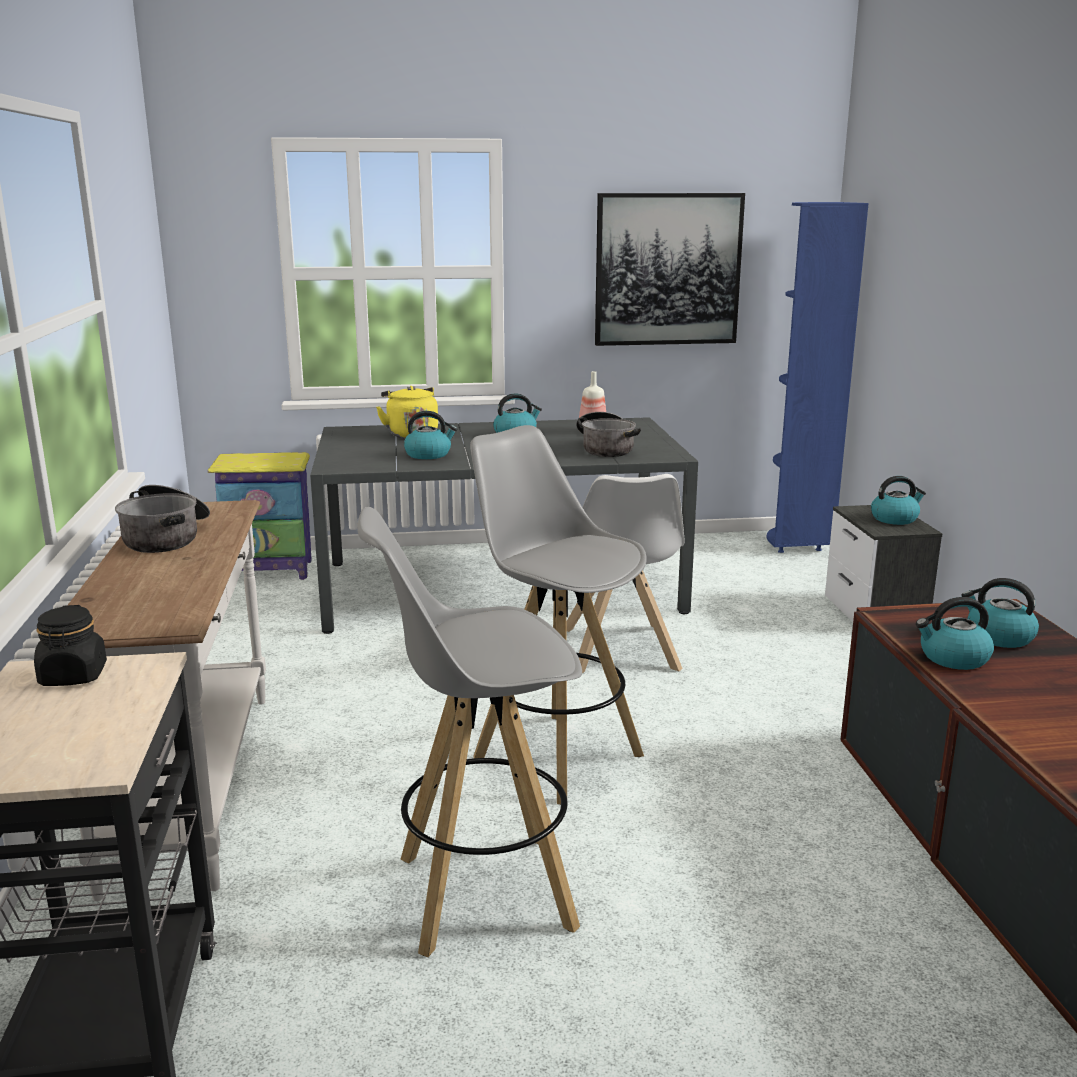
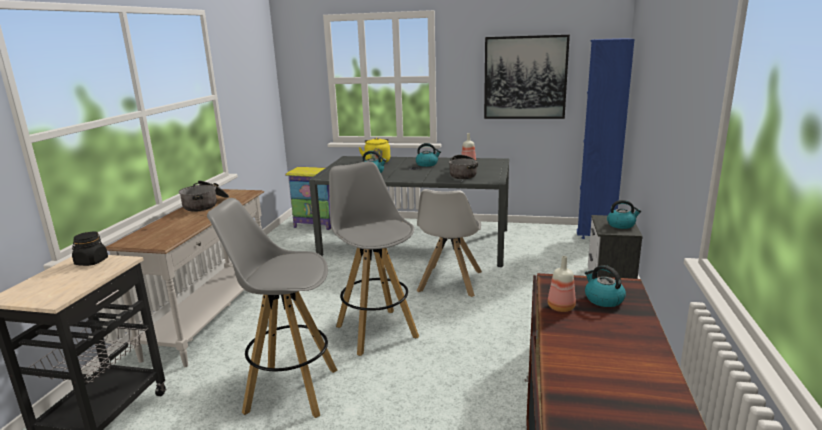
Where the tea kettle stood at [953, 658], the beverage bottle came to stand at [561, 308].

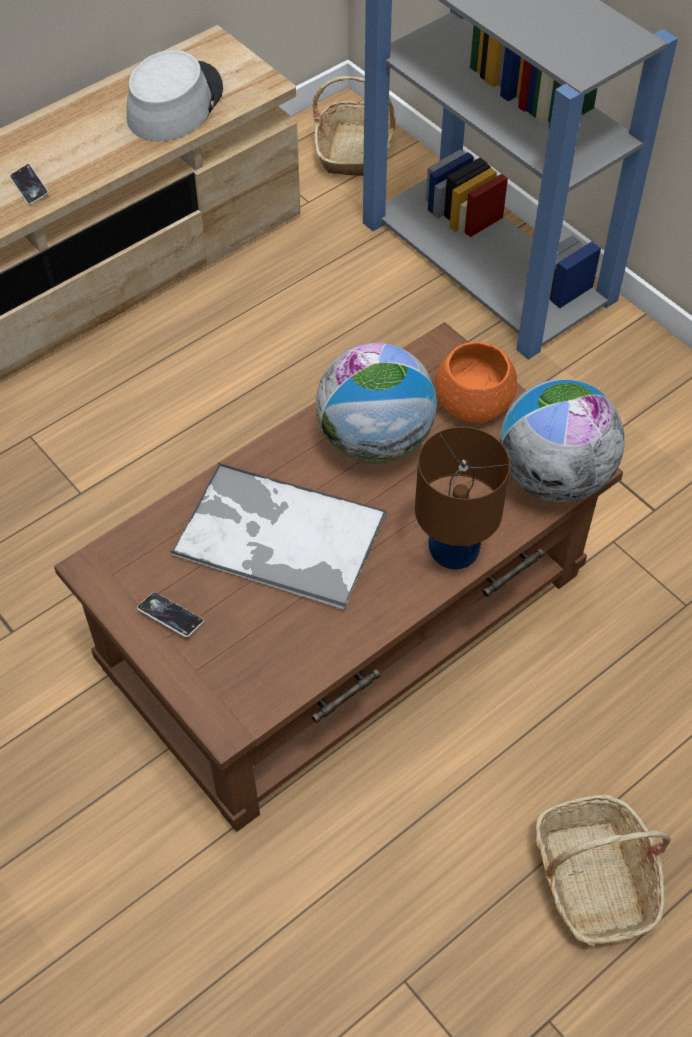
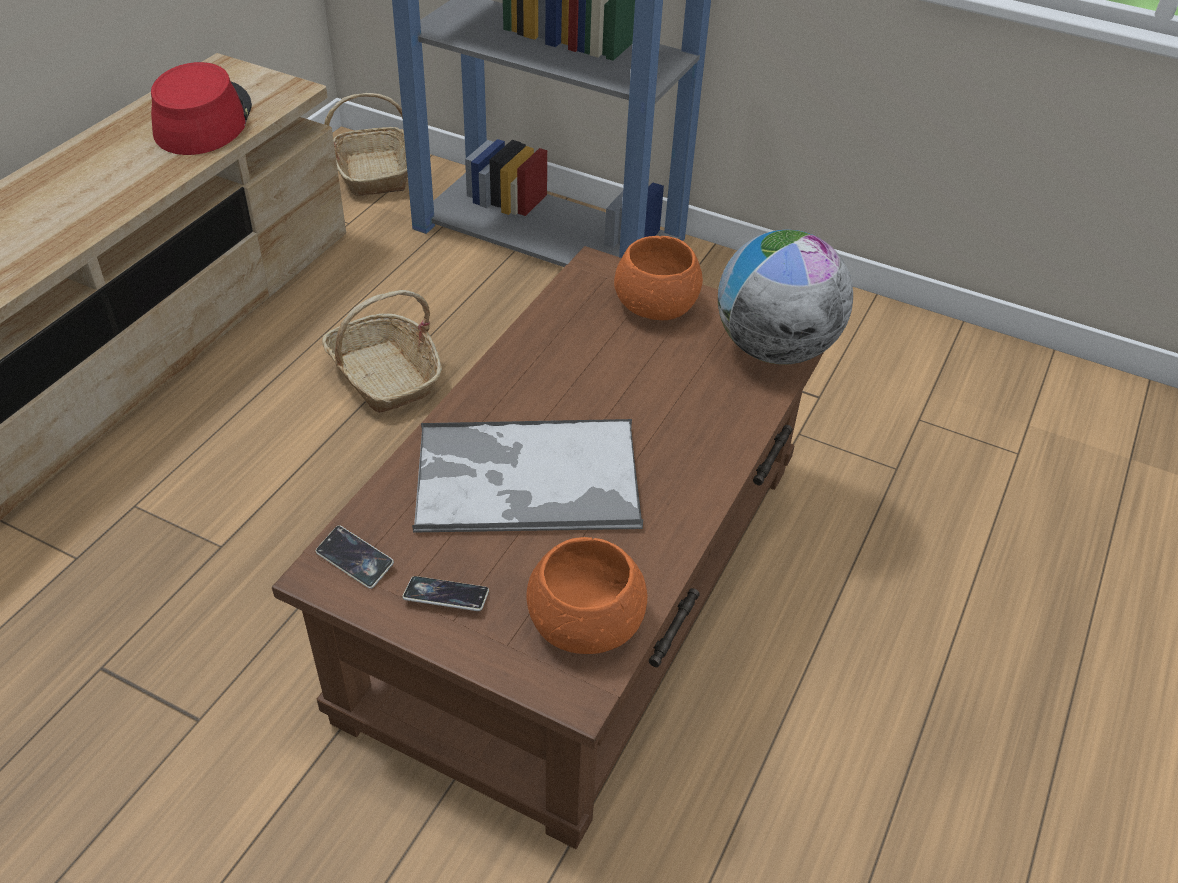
The phone ended up elsewhere, having gone from [29, 187] to [355, 560]. What was the clothing hat/grey at [174, 103] turned into the clothing hat/red at [203, 120]. The second view lost the desk globe at [375, 441]. The second view lost the table lamp/brown-coloured at [454, 552]. The household basket ended up elsewhere, having gone from [594, 879] to [385, 376]. The second view gained the bowl/orange-coloured at [586, 622].

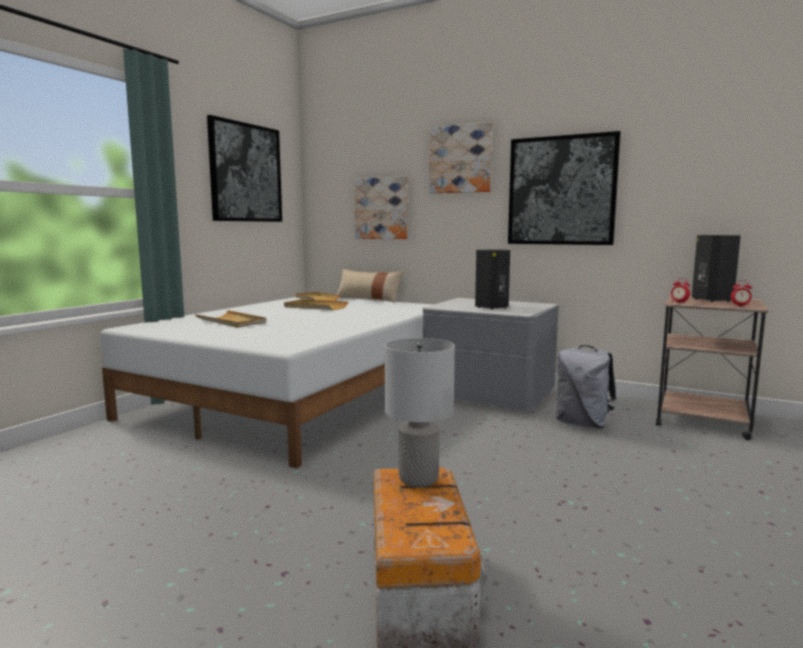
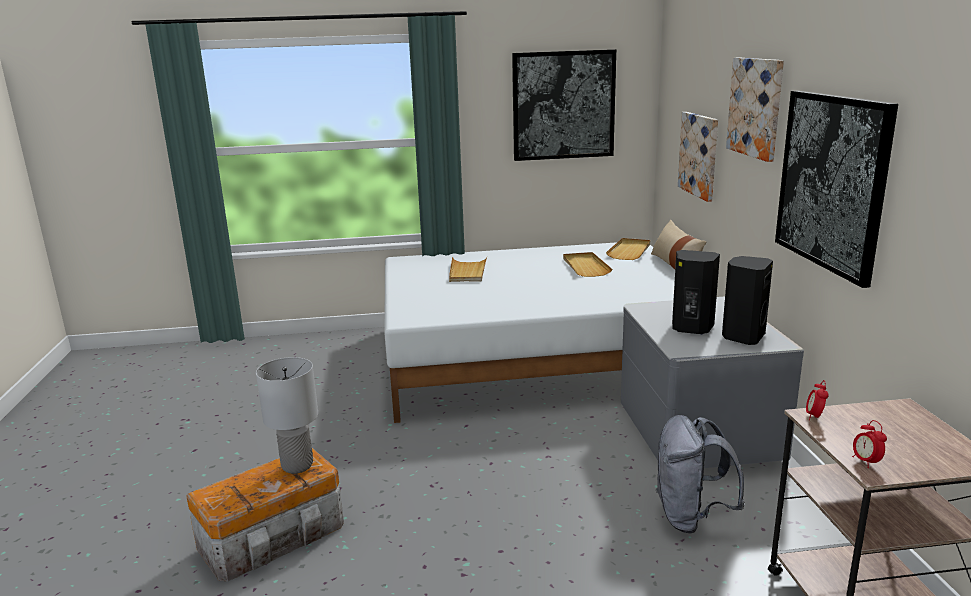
The audio speaker/blackish ended up elsewhere, having gone from [710, 300] to [742, 337].

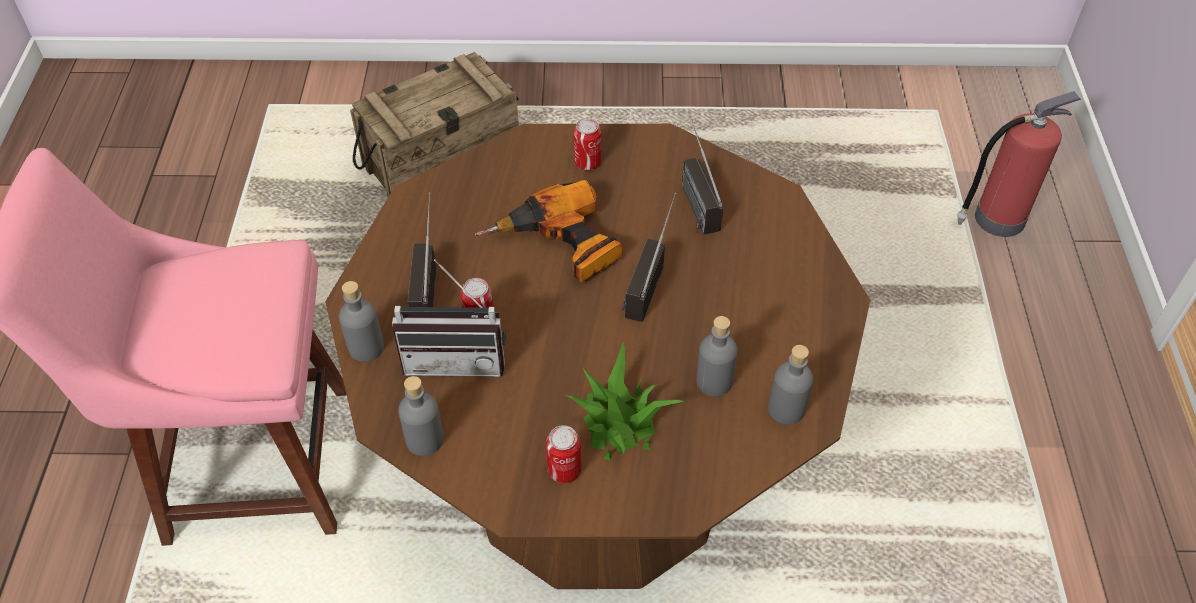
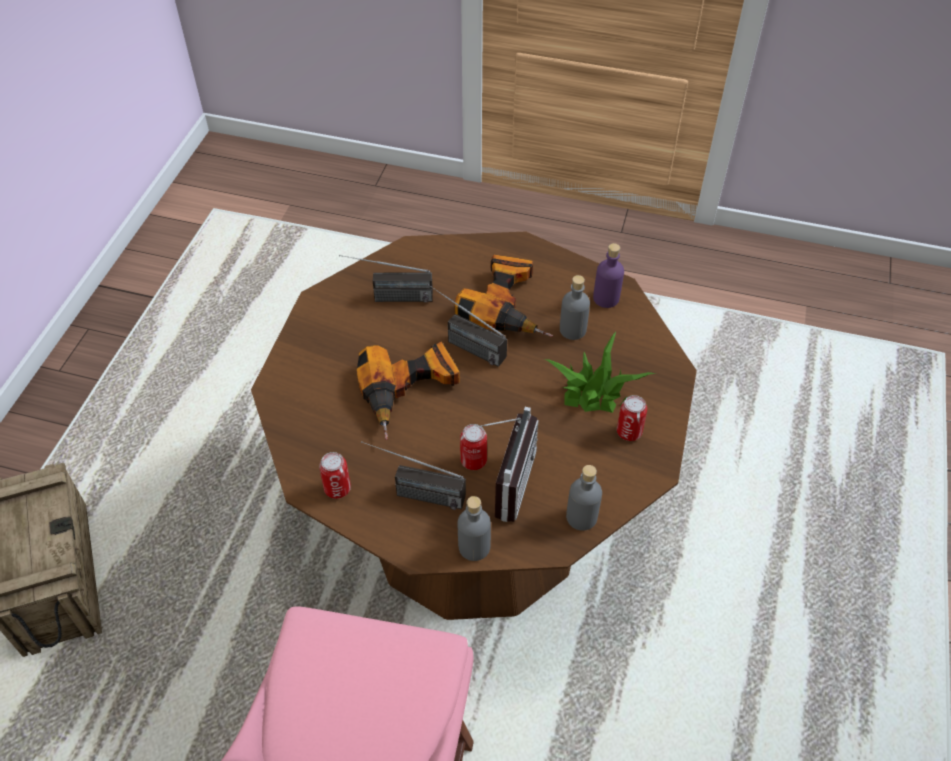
The metal can ended up elsewhere, having gone from [587, 162] to [337, 488]. What was the beverage bottle/grey at [786, 409] turned into the beverage bottle/purple at [606, 298]. The second view lost the extinguisher at [996, 219]. The second view gained the power drill at [509, 305].

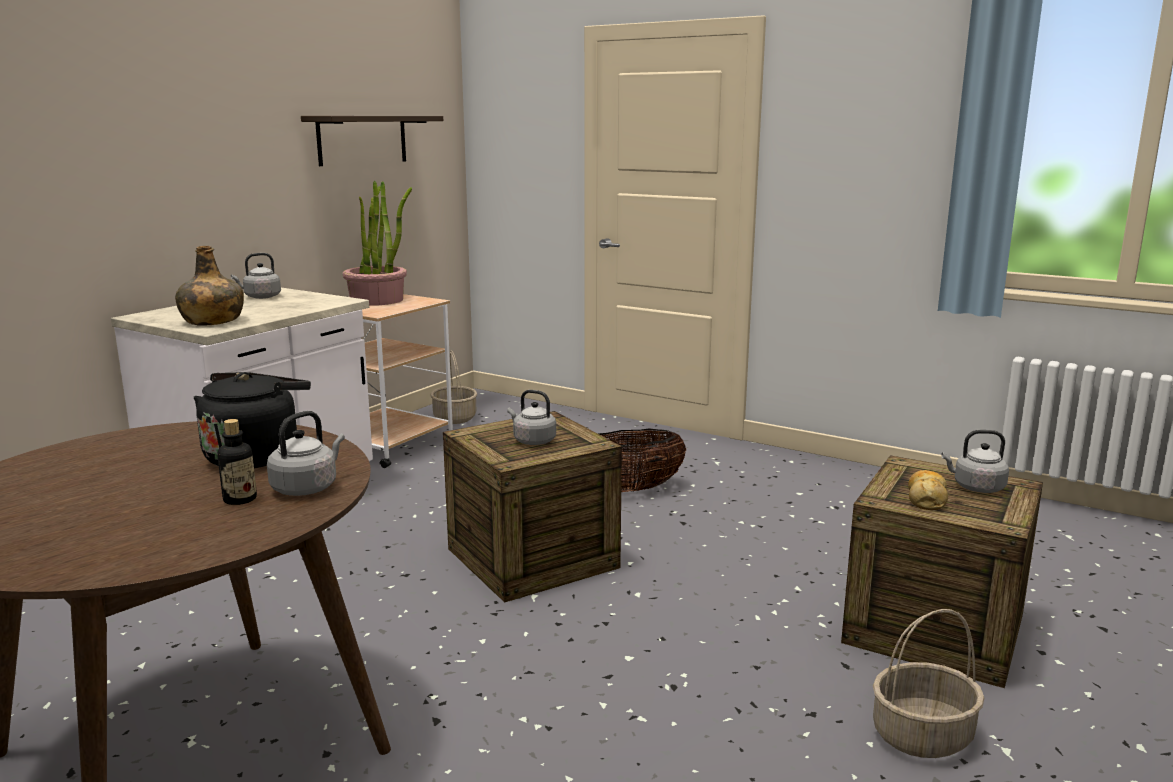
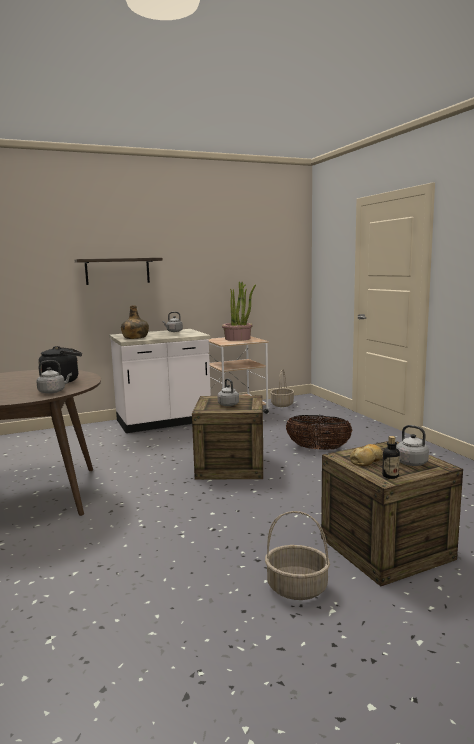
The beverage bottle ended up elsewhere, having gone from [240, 499] to [390, 476]. The shelf ended up elsewhere, having gone from [362, 139] to [117, 271].

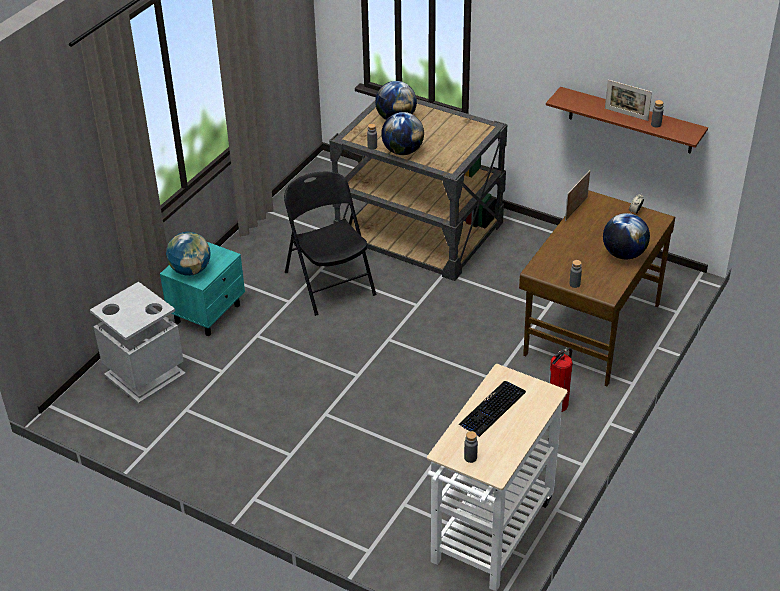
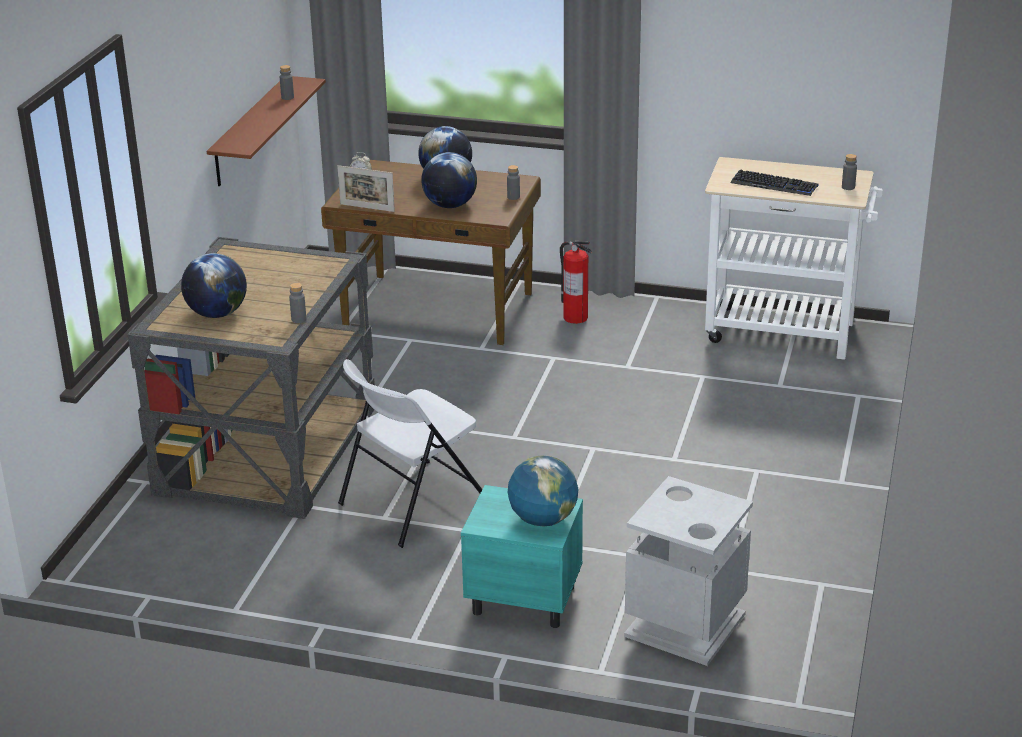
What was the chair/blackish at [330, 283] turned into the chair/whitish at [413, 502]. The desk globe ended up elsewhere, having gone from [402, 151] to [450, 205]. The second view lost the standing frame at [626, 114].

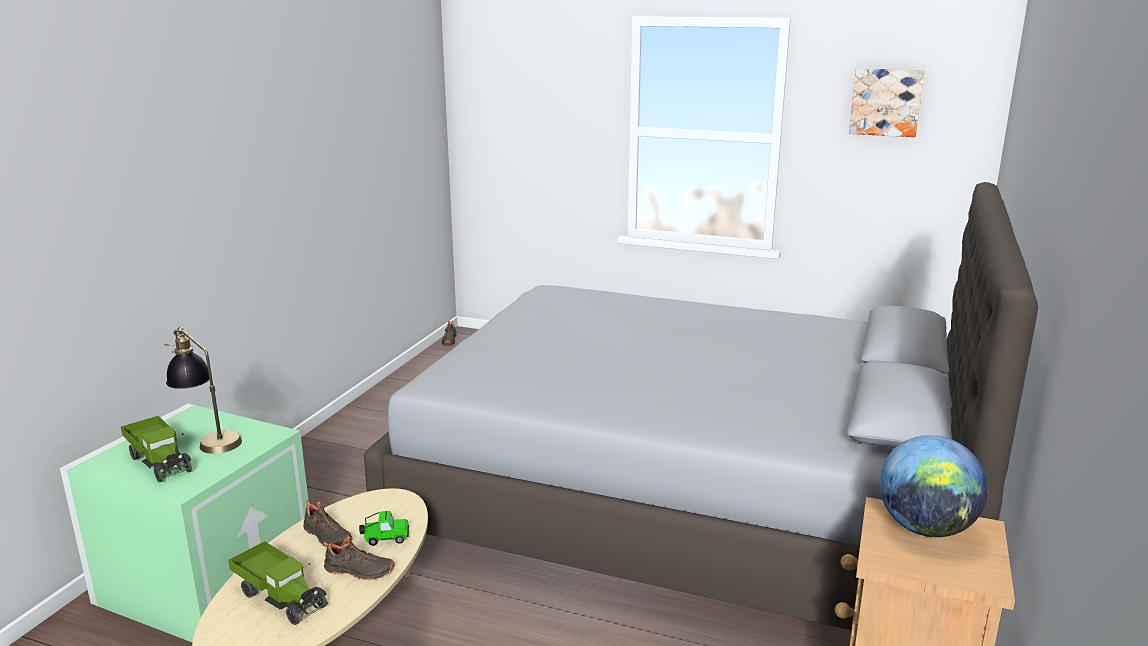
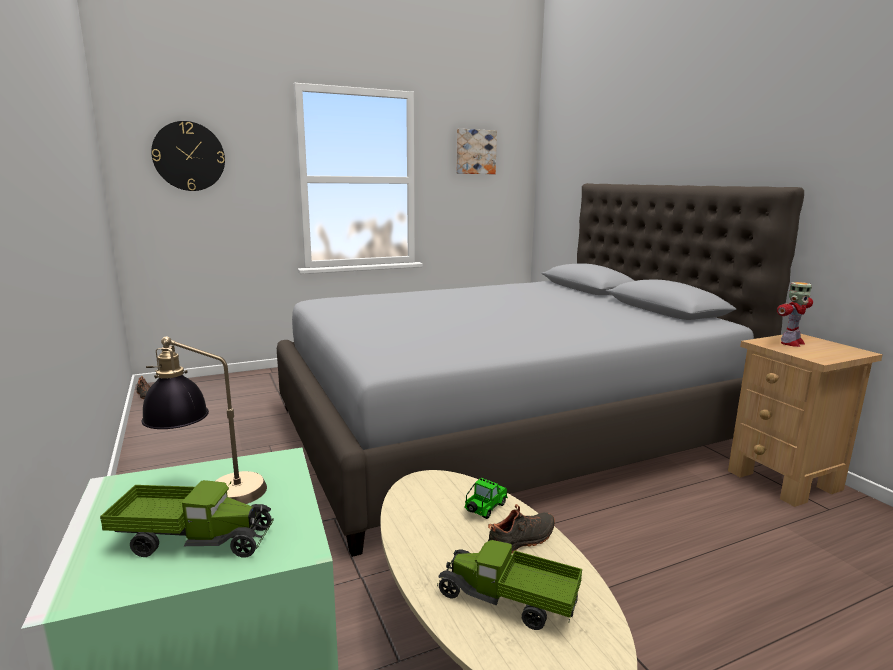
The model truck at [281, 596] ended up facing another way, 150 degrees counterclockwise from before. The second view lost the item of footwear/blackish at [326, 537]. Where the desk globe stood at [925, 528], the robot figure came to stand at [791, 343]. The second view gained the hanging clock at [189, 156].

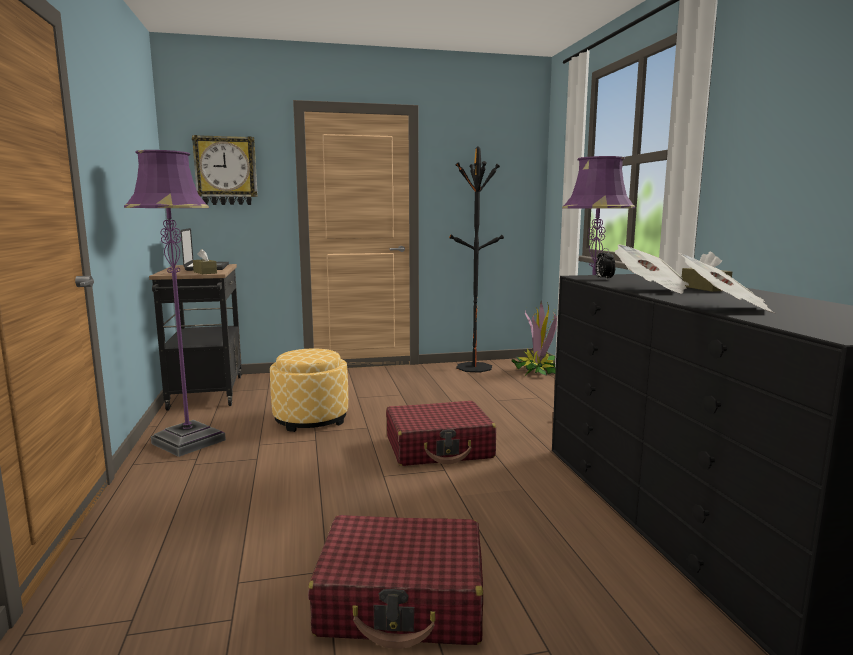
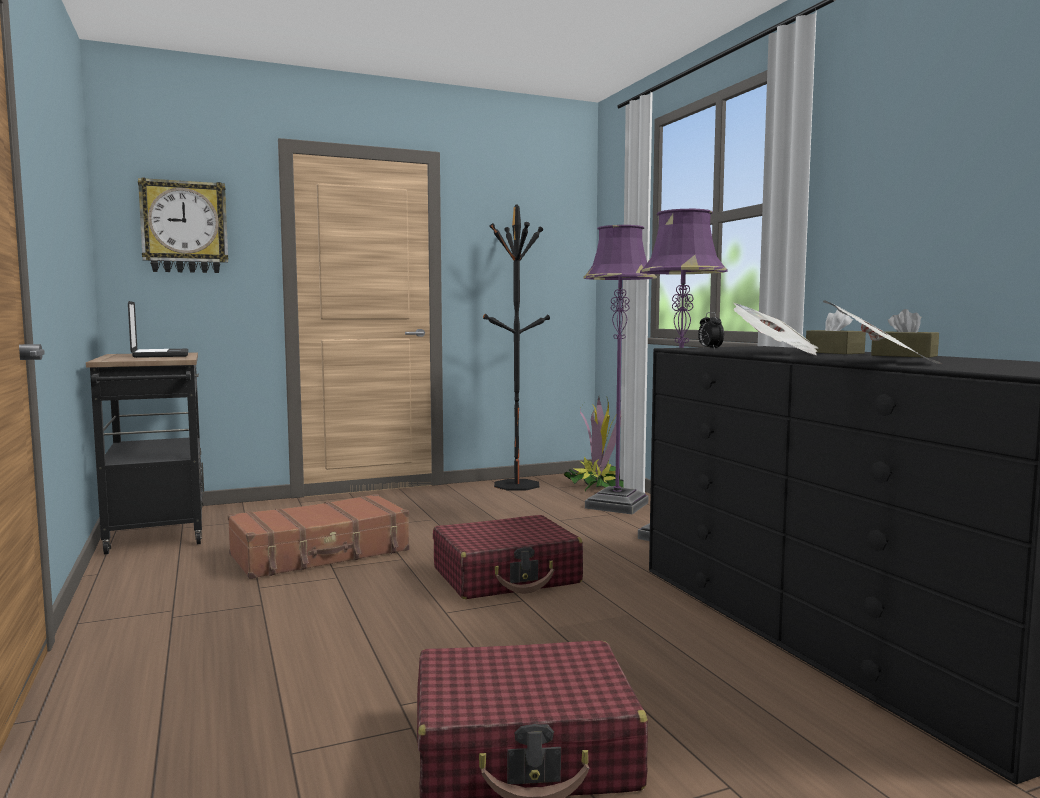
The standing lamp/purple ended up elsewhere, having gone from [188, 442] to [616, 505]. The tissue box/brown-coloured ended up elsewhere, having gone from [205, 272] to [904, 356]. Where the pouffe stood at [311, 419], the travel case/brown-coloured came to stand at [321, 553].

